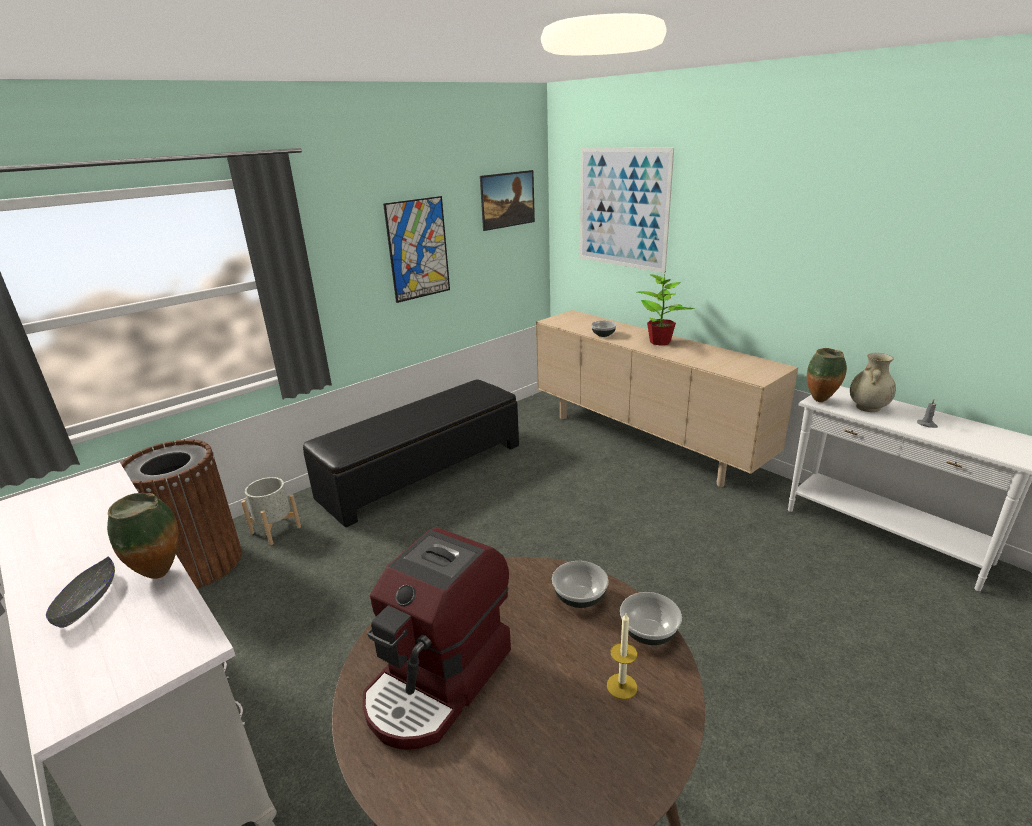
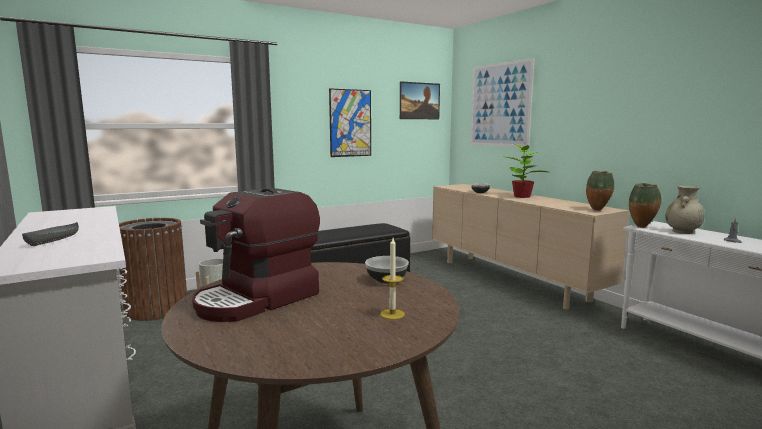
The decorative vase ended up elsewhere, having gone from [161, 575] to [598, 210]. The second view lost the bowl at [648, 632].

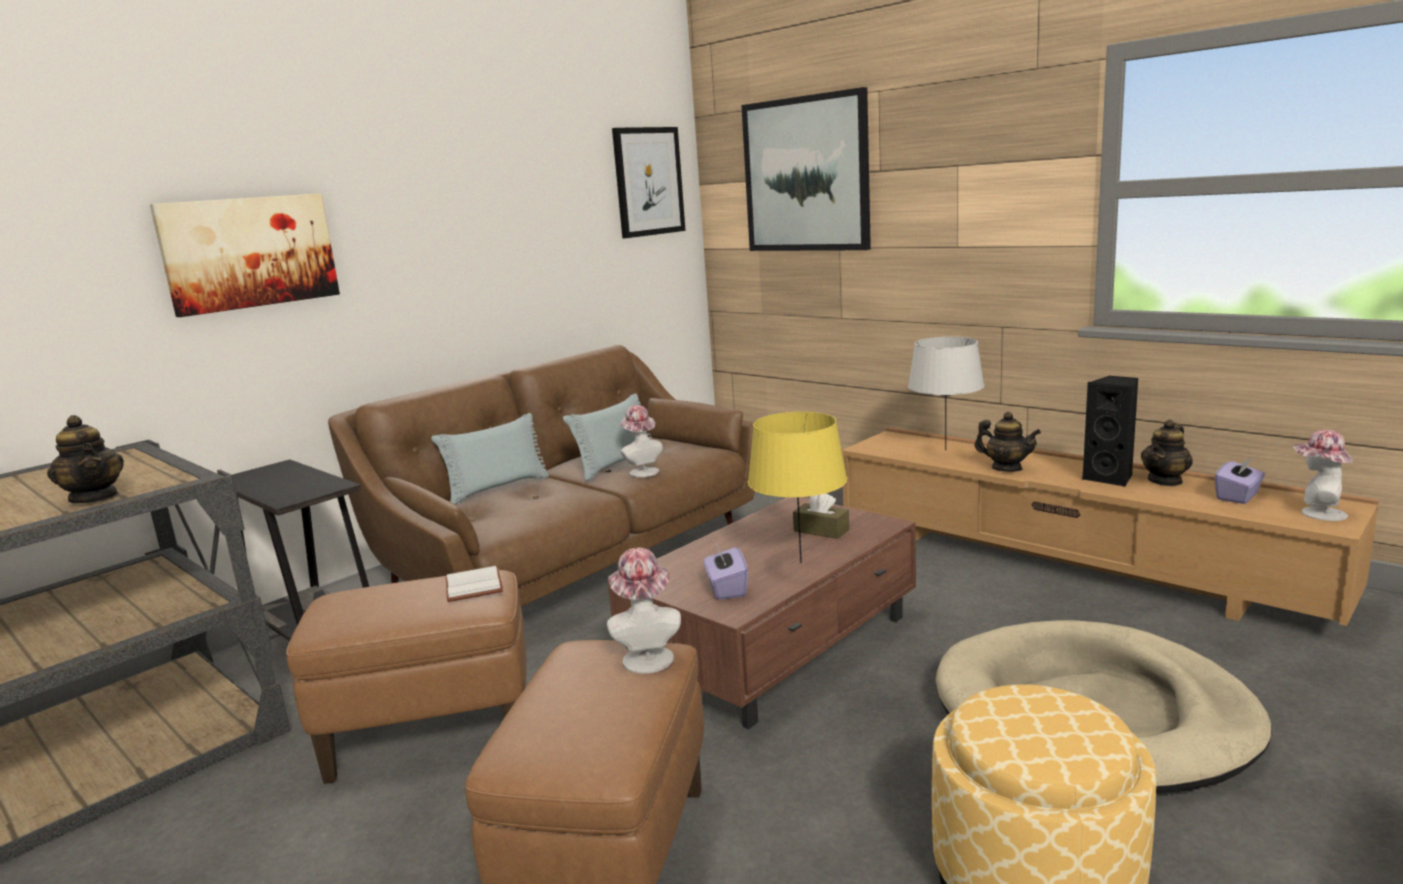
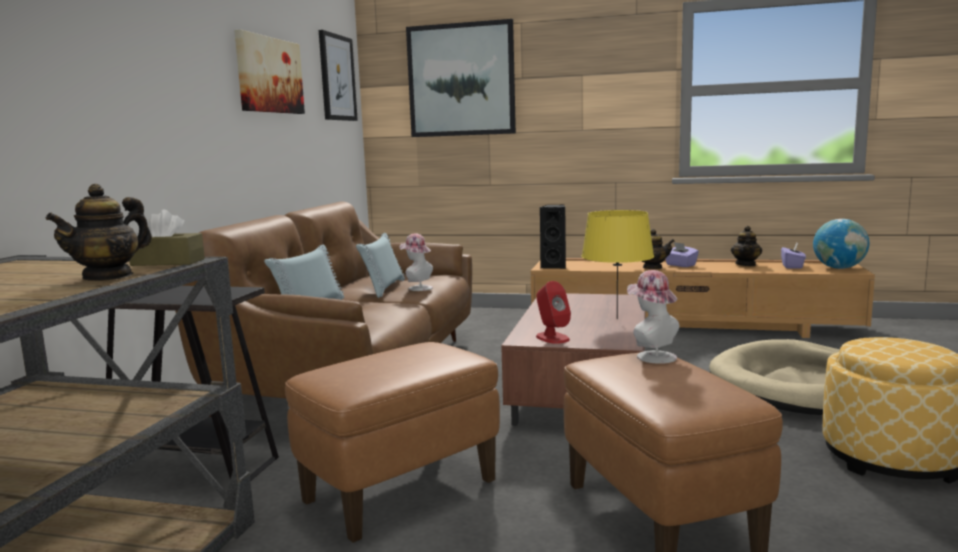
The tea pot at [95, 497] ended up facing another way, 105 degrees clockwise from before. The picture ended up elsewhere, having gone from [249, 252] to [269, 75]. The second view lost the bound book/whitish at [476, 586]. The tissue box/purple ended up elsewhere, having gone from [726, 589] to [680, 265]. The tissue box/brown-coloured ended up elsewhere, having gone from [821, 530] to [168, 262]. The second view lost the table lamp/grey at [945, 450]. The audio speaker/blackish ended up elsewhere, having gone from [1111, 478] to [555, 266]. Where the clothing hat stood at [1317, 513], the desk globe came to stand at [839, 268]. The second view gained the audio speaker/red at [552, 338].

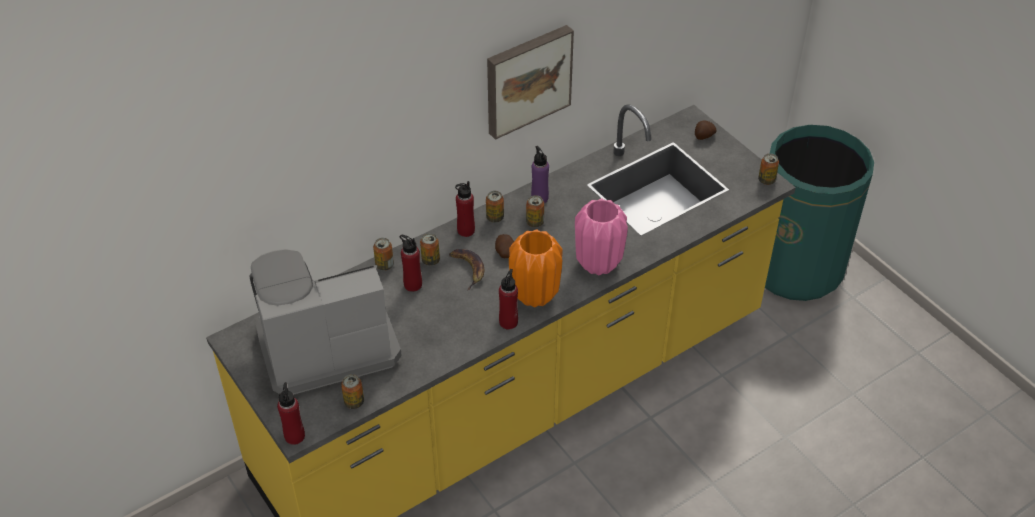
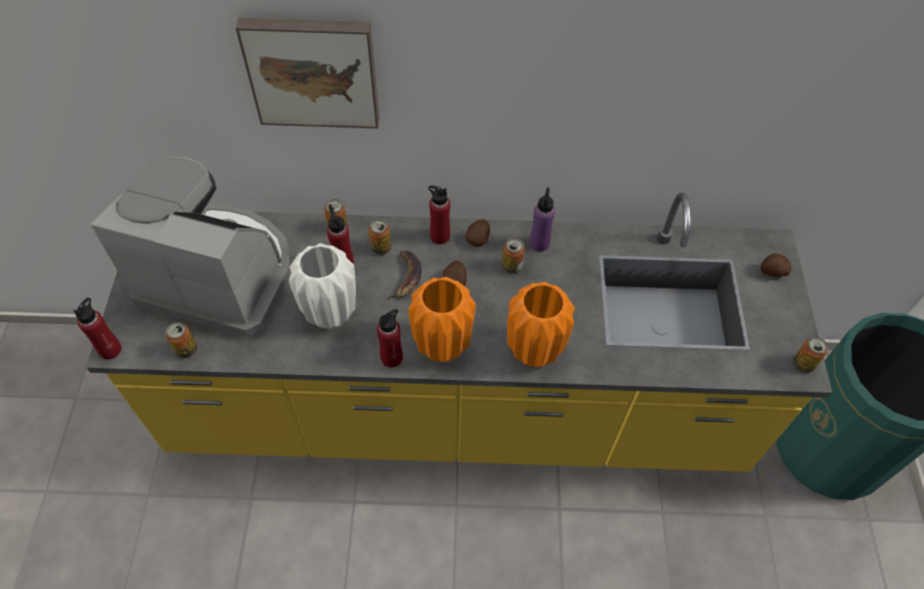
Where the metal can stood at [495, 217], the potato came to stand at [478, 239]. The picture ended up elsewhere, having gone from [527, 79] to [313, 70]. What was the decorative vase/pink at [599, 263] turned into the decorative vase/orange-coloured at [535, 350]. The second view gained the decorative vase/whitish at [330, 312].

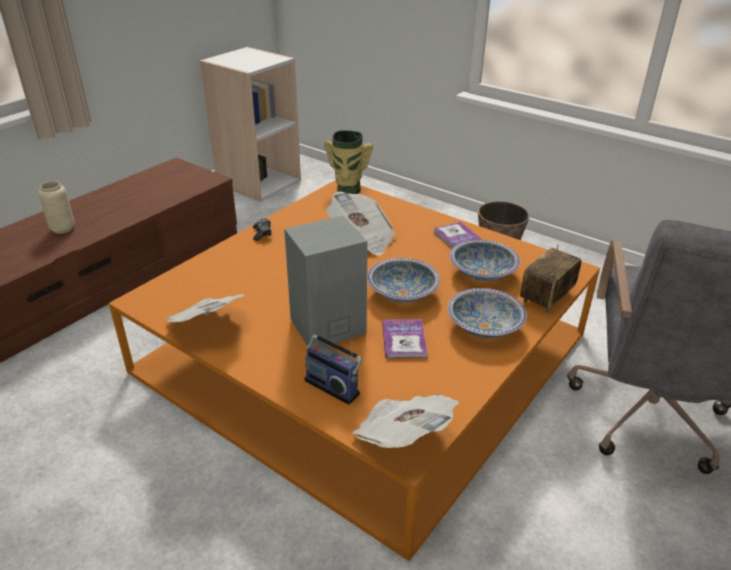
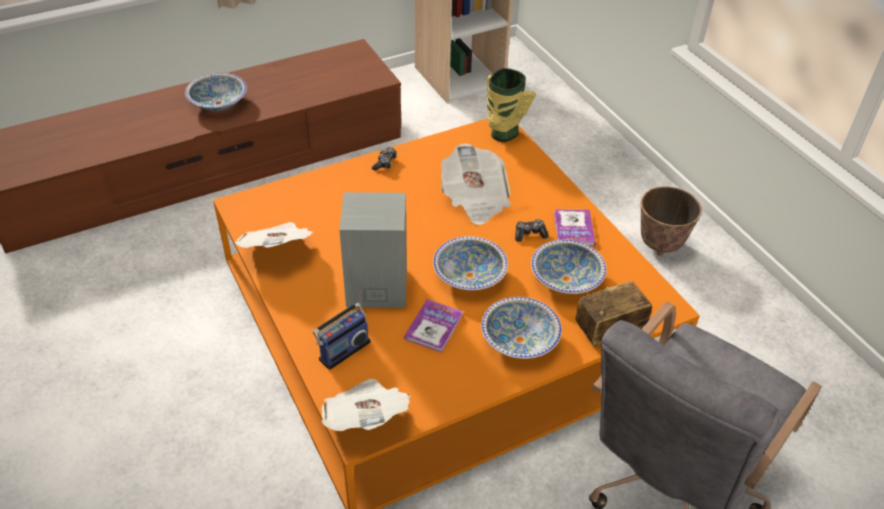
Where the decorative vase/sand-coloured stood at [63, 229], the bowl came to stand at [218, 103]. The radio receiver at [334, 385] ended up facing another way, 105 degrees counterclockwise from before. The second view gained the game controller at [529, 234].

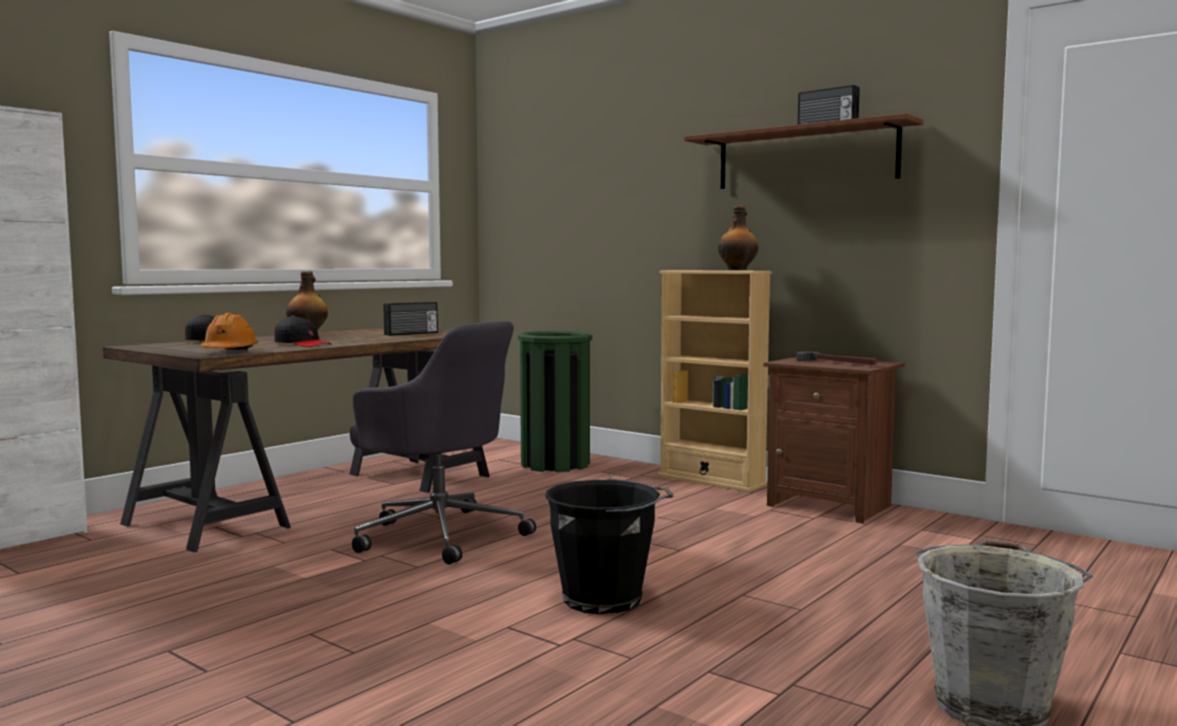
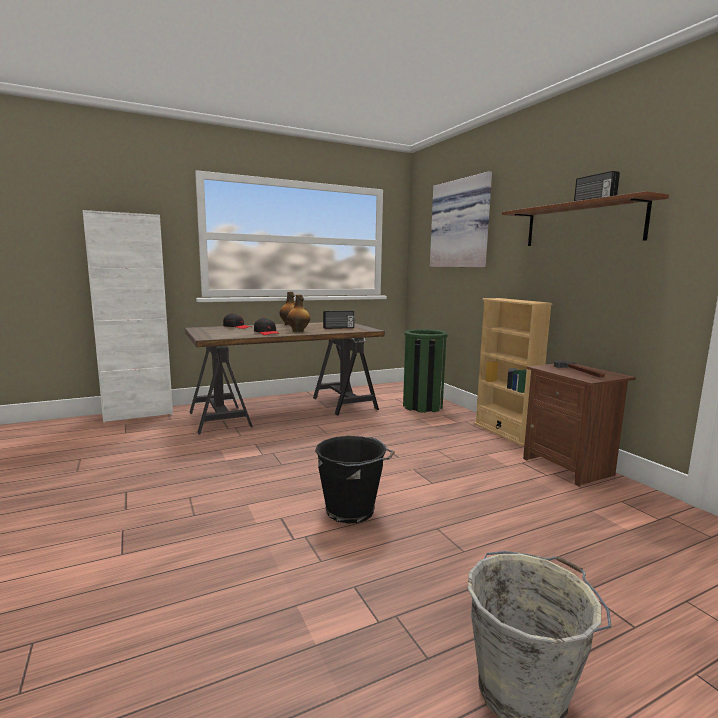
The second view lost the hard hat/orange-coloured at [229, 352]. The second view lost the office chair/grey at [439, 534]. The beverage bottle ended up elsewhere, having gone from [738, 270] to [298, 331]. The second view gained the picture at [462, 224].

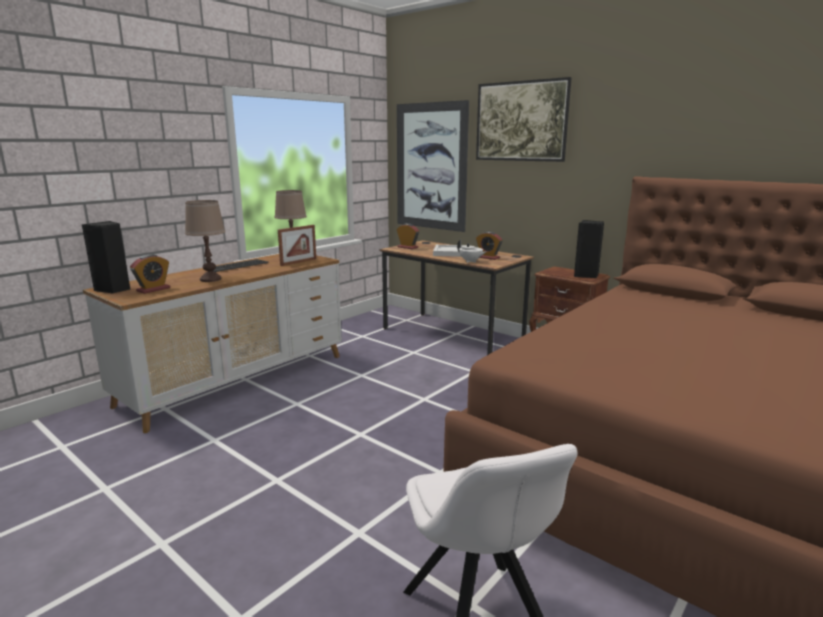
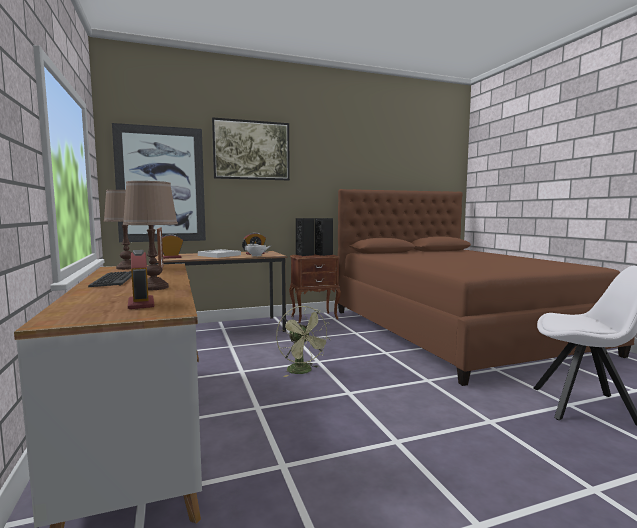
The audio speaker/blackish ended up elsewhere, having gone from [113, 289] to [305, 255]. The second view gained the fan/greenish at [303, 371].

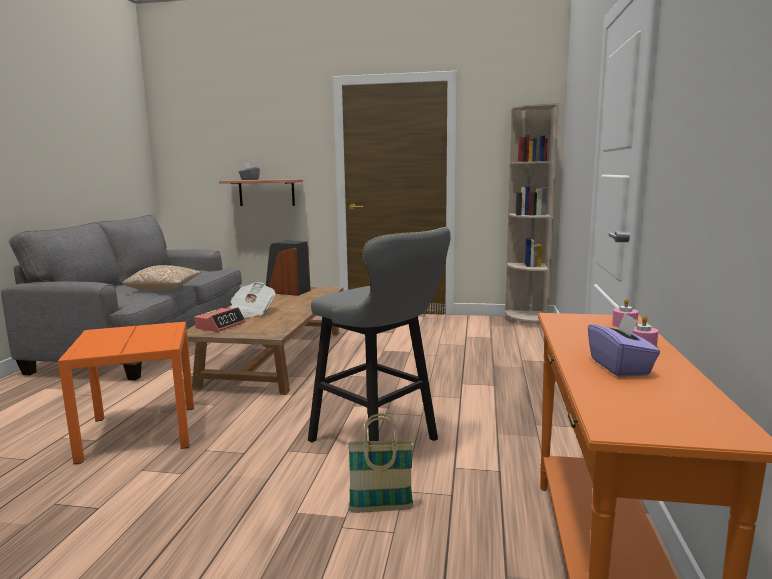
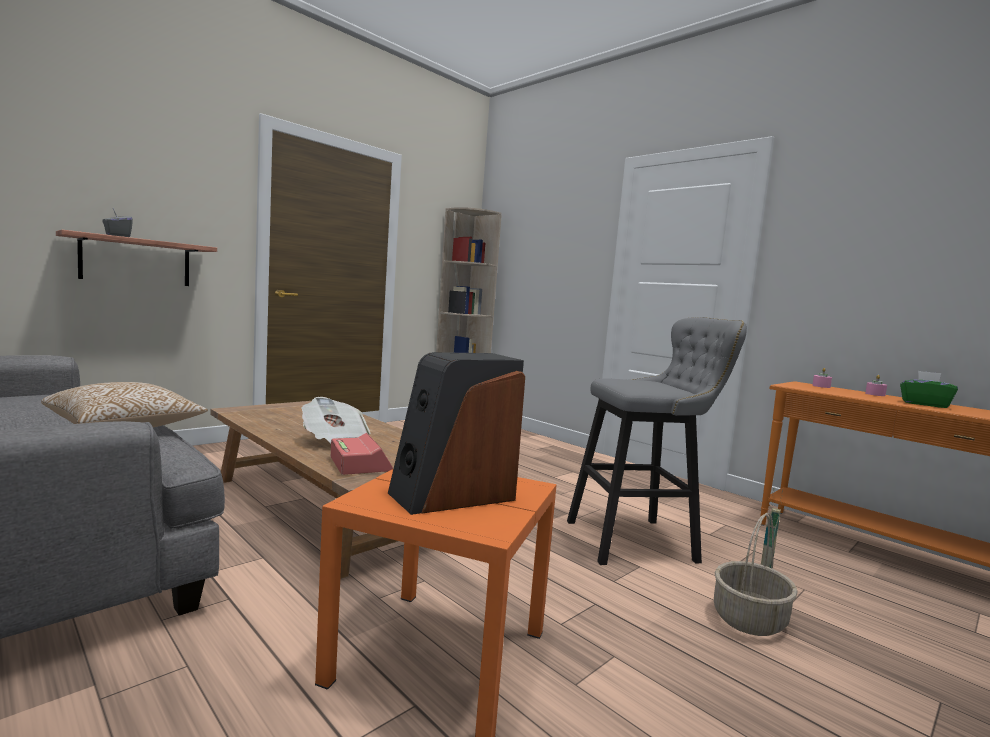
The audio speaker ended up elsewhere, having gone from [287, 291] to [452, 495]. What was the tissue box/purple at [620, 367] turned into the tissue box/greenish at [924, 404]. The second view gained the household basket at [749, 620].

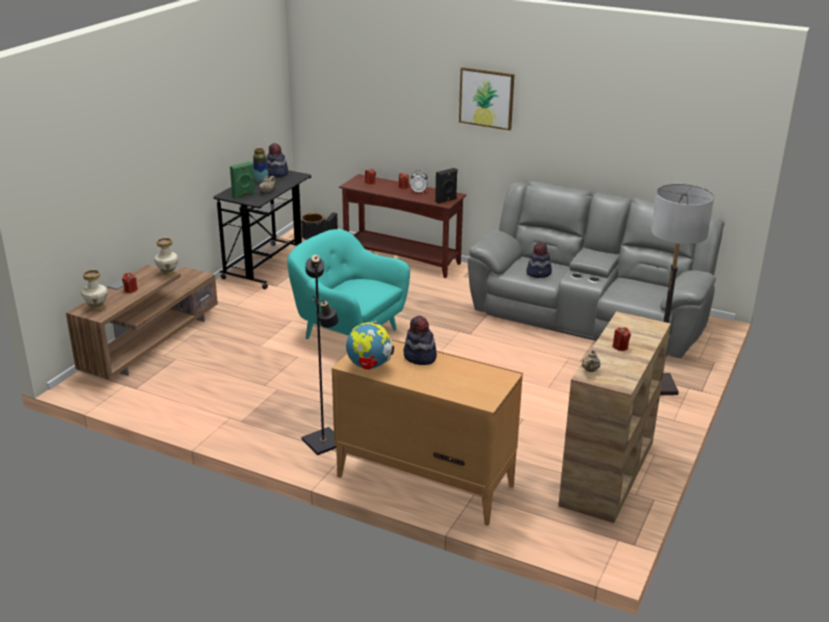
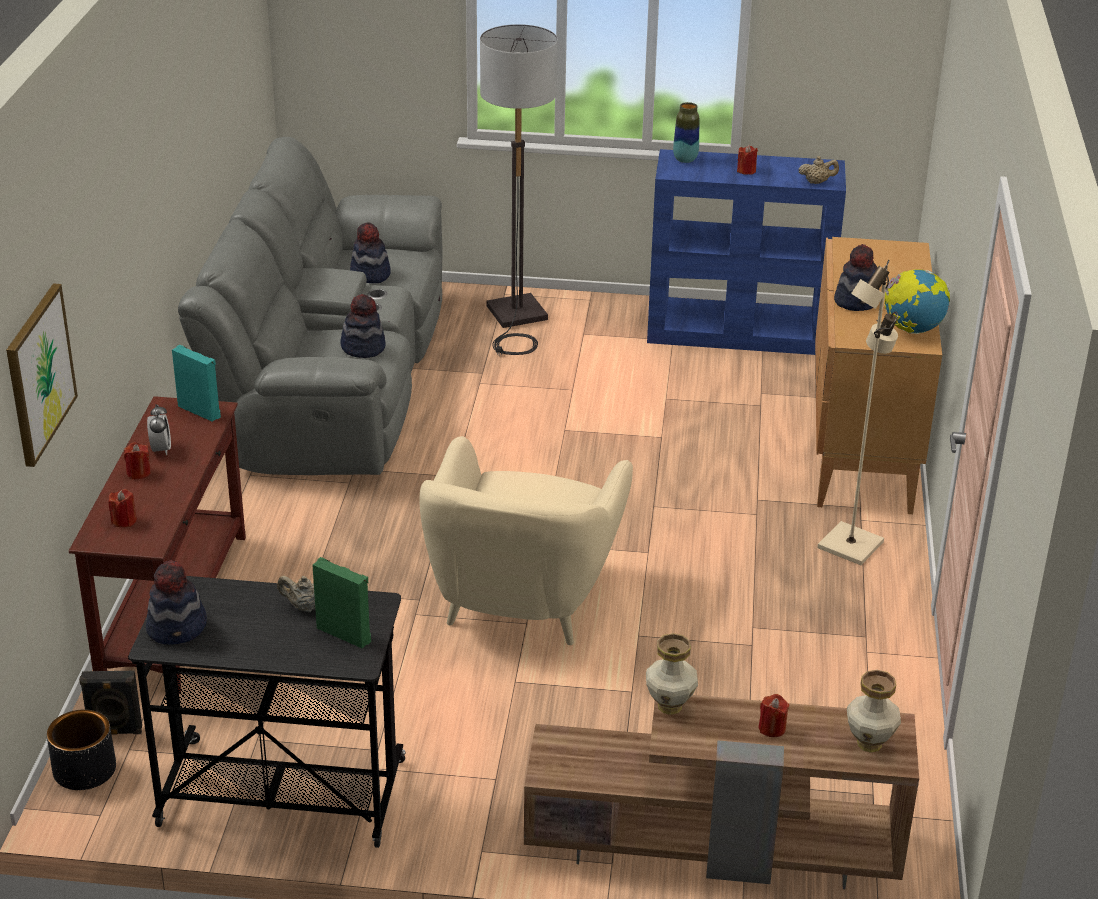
The decorative vase ended up elsewhere, having gone from [261, 180] to [685, 159]. What was the armchair/blue-green at [348, 332] turned into the armchair/sand-coloured at [522, 600]. What was the standing lamp/blackish at [323, 442] turned into the standing lamp/sand-coloured at [850, 545]. What was the audio speaker/blackish at [446, 200] turned into the audio speaker/blue-green at [200, 411]. The picture ended up elsewhere, having gone from [486, 98] to [39, 373]. What was the shelving unit/brown-coloured at [608, 473] turned into the shelving unit/blue-coloured at [737, 331]. The second view gained the clothing hat at [370, 274].

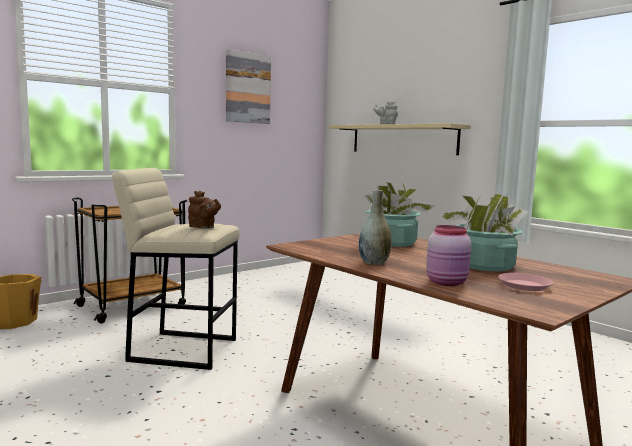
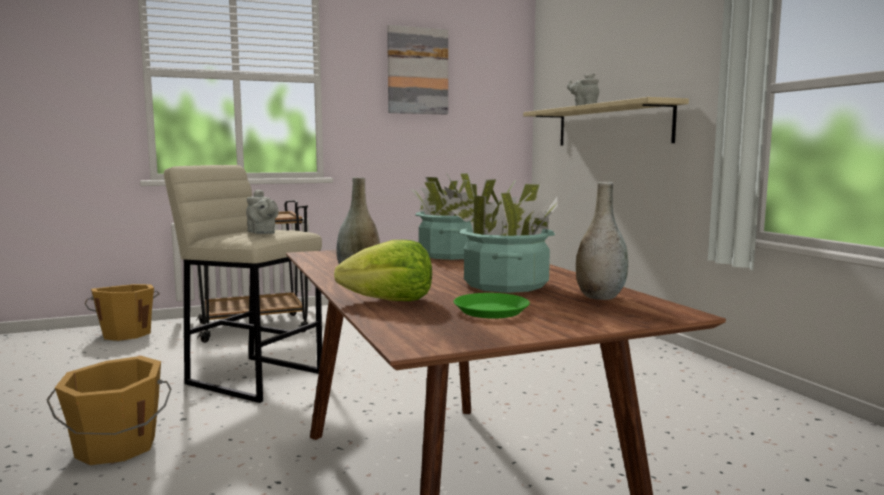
What was the tea pot/brown-coloured at [203, 227] turned into the tea pot/grey at [262, 233]. Where the jar/pink stood at [448, 282], the head of lettuce came to stand at [390, 301]. What was the dinner plate/pink at [524, 285] turned into the dinner plate/greenish at [490, 311]. The second view gained the pail/orange-coloured at [116, 447]. The second view gained the decorative vase/grey at [600, 297].

